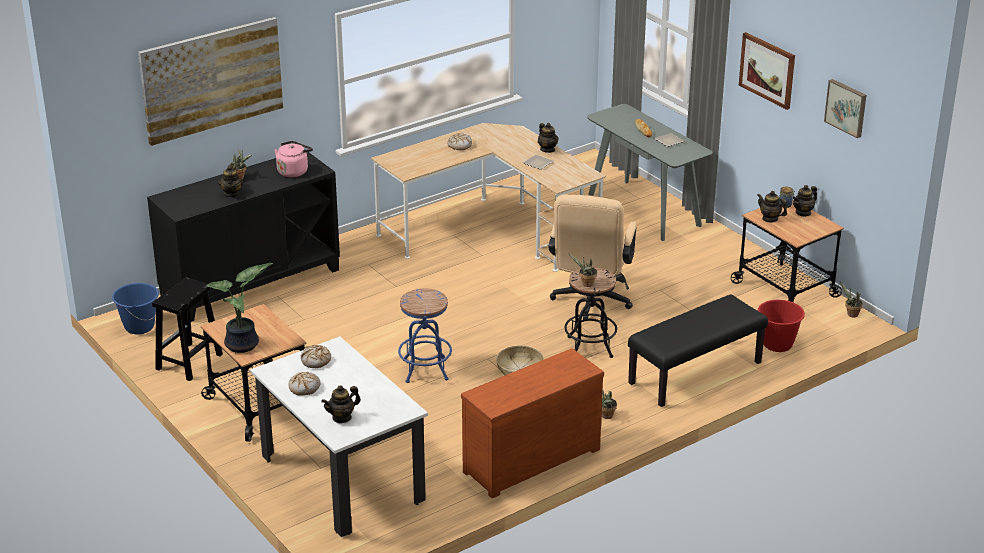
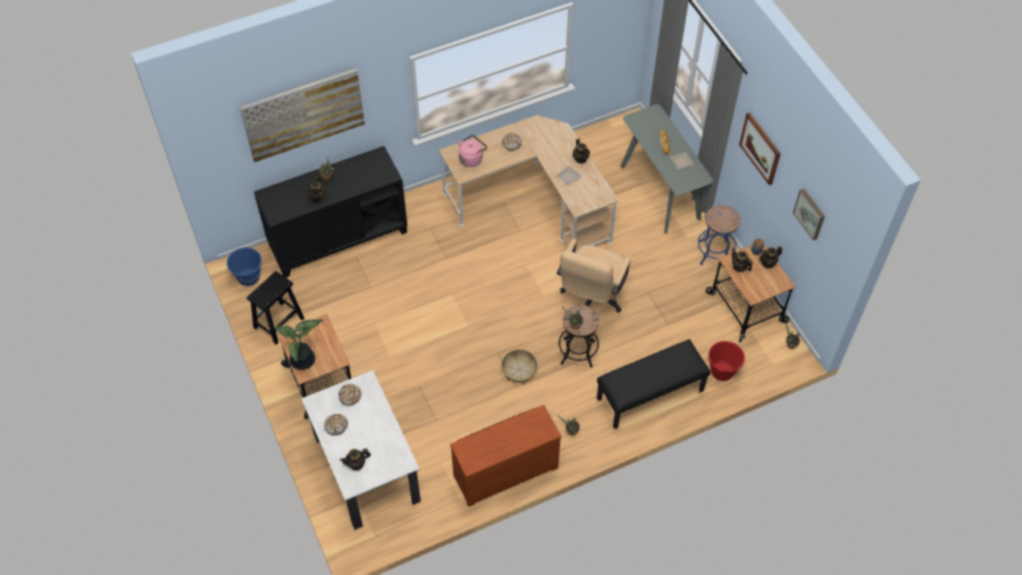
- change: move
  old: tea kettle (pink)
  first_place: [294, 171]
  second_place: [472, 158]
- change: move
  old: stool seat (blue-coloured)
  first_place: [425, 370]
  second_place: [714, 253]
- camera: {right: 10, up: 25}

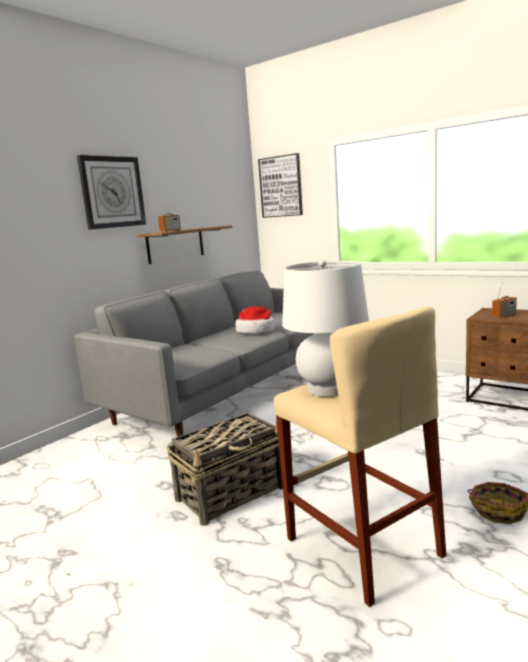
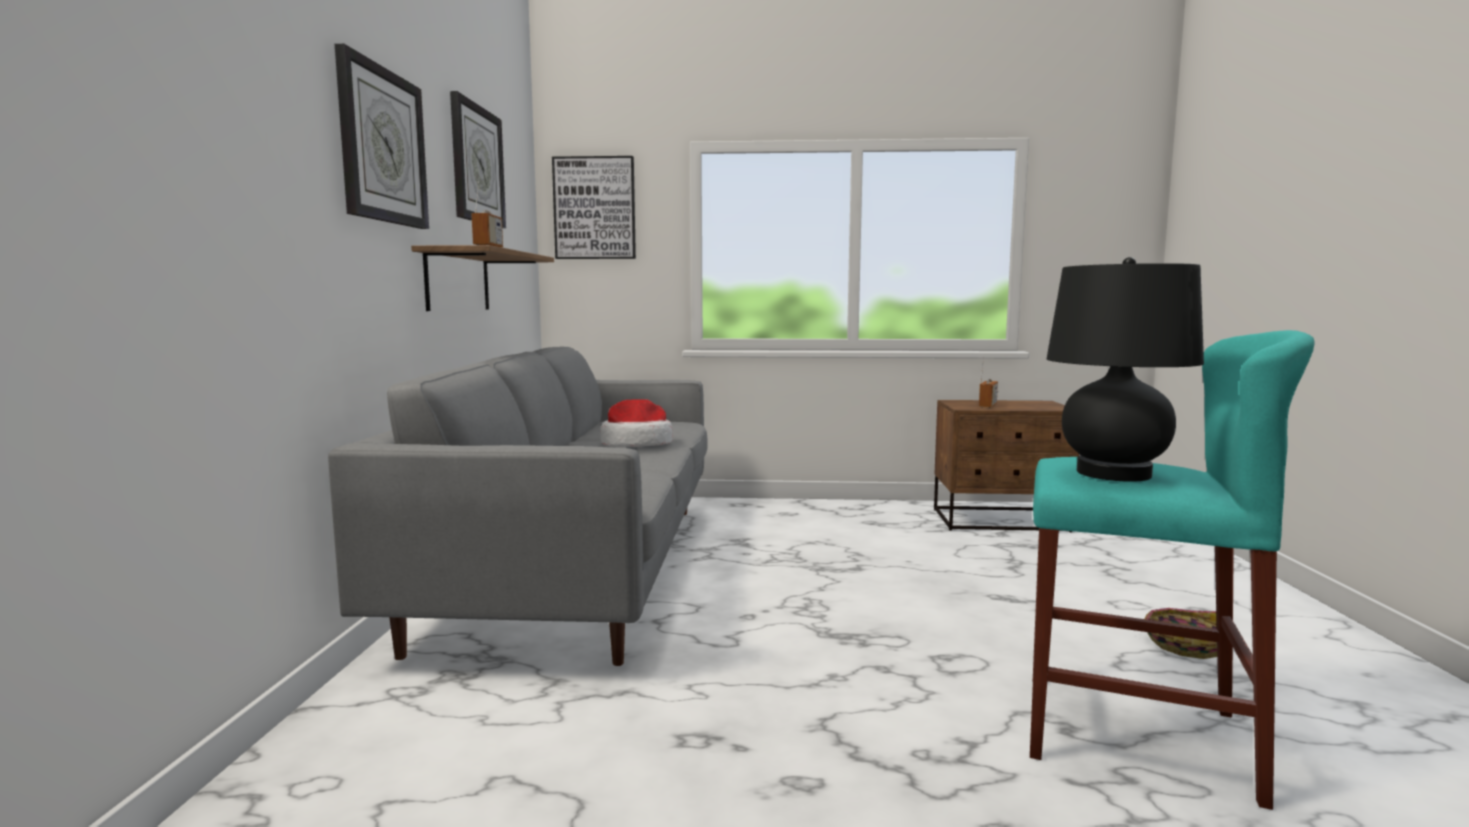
- change: delete
  old: basket
  first_place: [232, 493]
- change: recolor
  old: stool seat (sand-coloured)
  new: stool seat (blue-green)
  first_place: [362, 547]
  second_place: [1133, 734]
- change: recolor
  old: tabletop lamp (white-coloured)
  new: tabletop lamp (black-coloured)
  first_place: [328, 389]
  second_place: [1113, 473]
- change: insert
  new: hanging clock
  second_place: [477, 165]
- camera: {right: -35, up: -5}

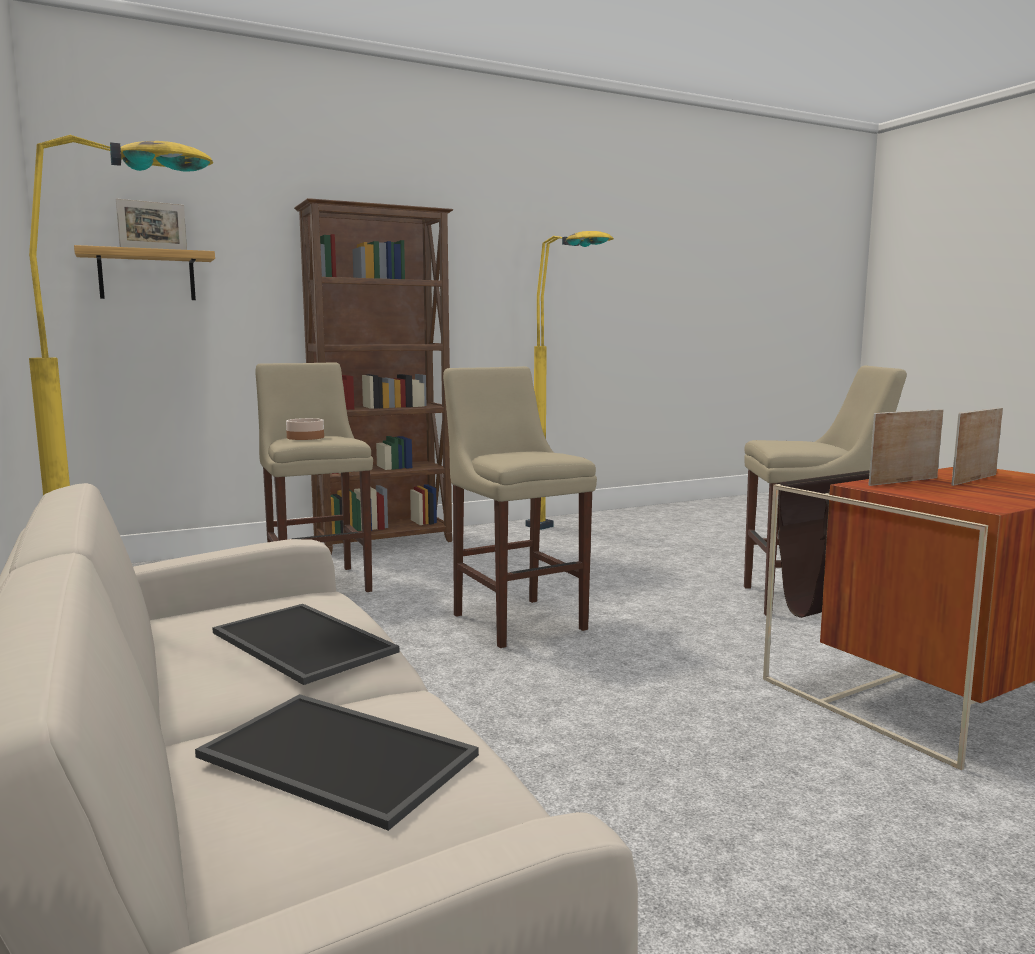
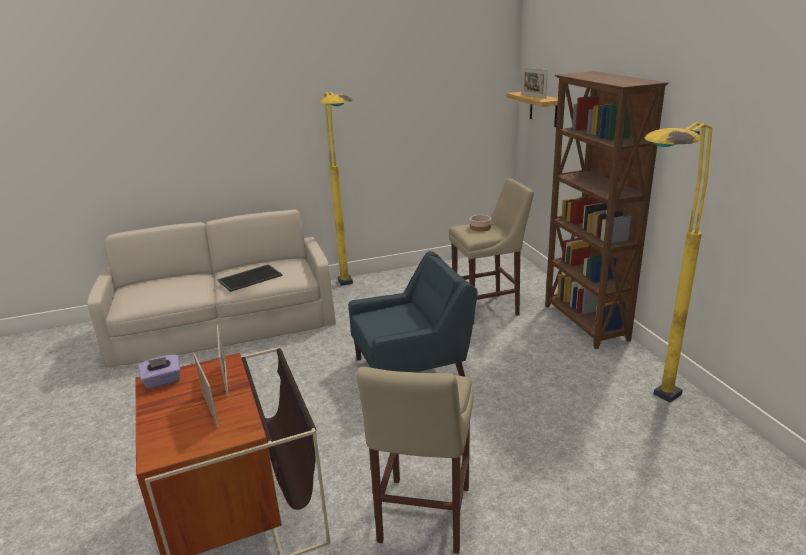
- change: delete
  old: serving tray
  first_place: [342, 755]
- change: replace
  old: stool seat (sand-coloured)
  new: armchair (blue-coloured)
  first_place: [516, 619]
  second_place: [412, 369]
- change: insert
  new: tissue holder (purplish)
  second_place: [163, 381]
- camera: {right: 100, up: 15}

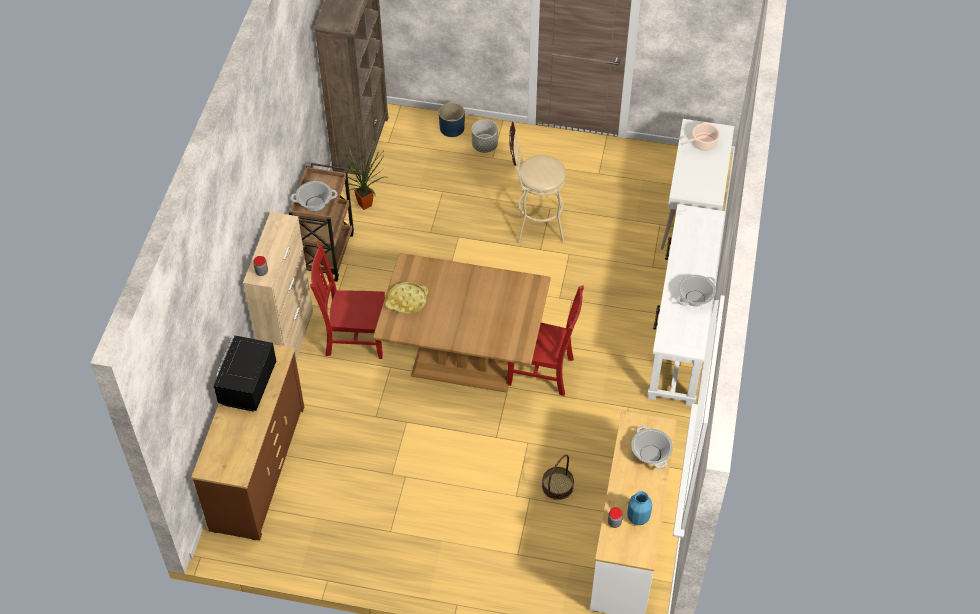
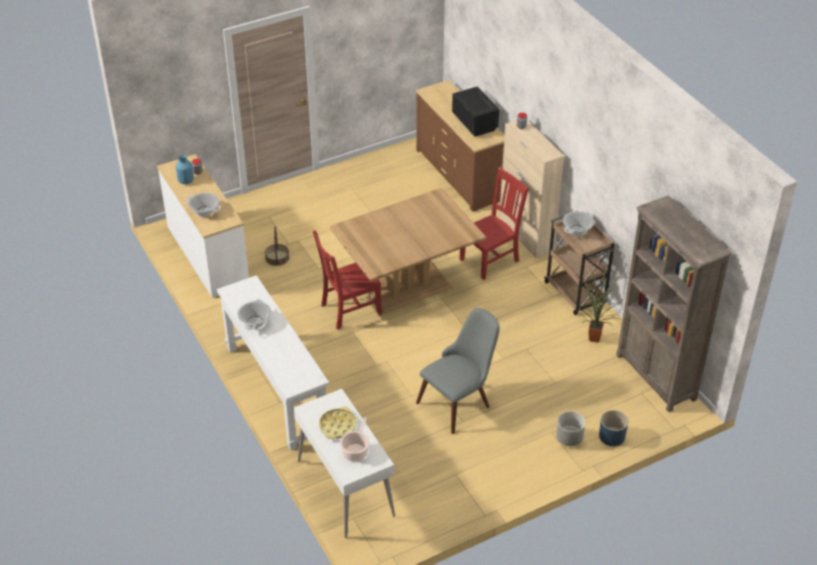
- change: move
  old: serving tray (yellow-coloured)
  first_place: [407, 301]
  second_place: [337, 426]
- change: replace
  old: stool seat (sand-coloured)
  new: upright chair (gray)
  first_place: [534, 225]
  second_place: [459, 400]
- camera: {right: 140, up: -10}

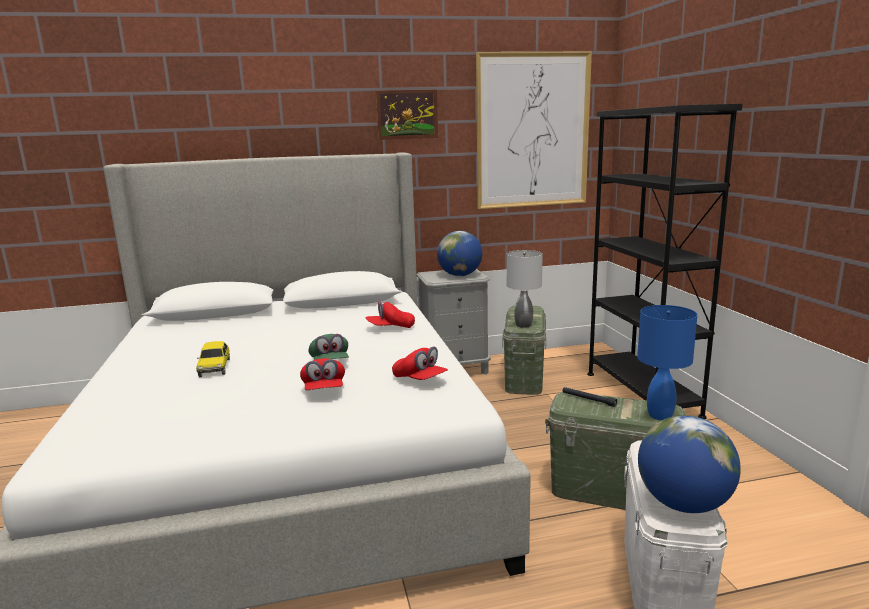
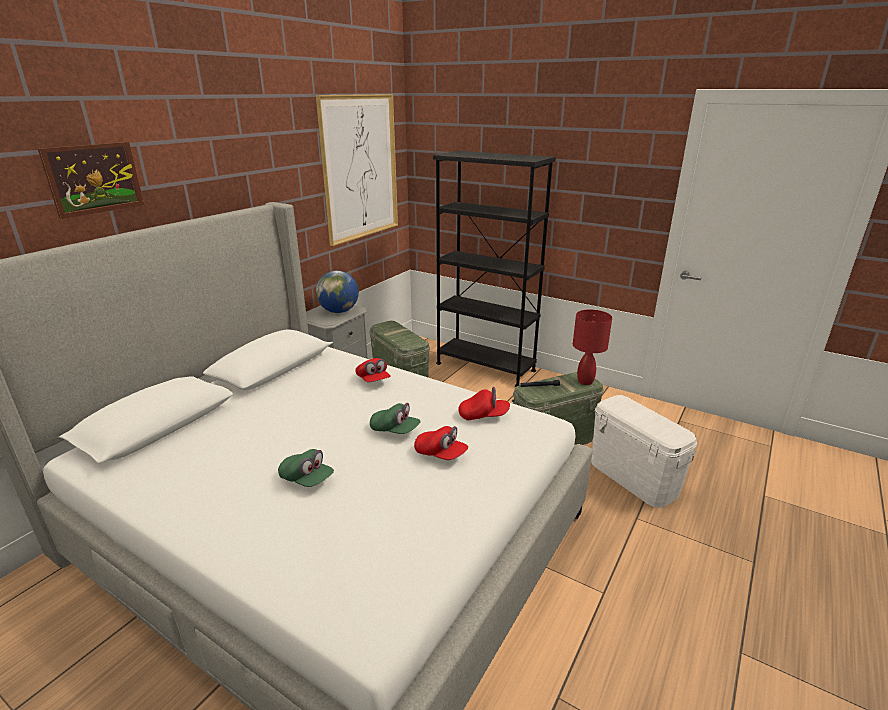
- change: replace
  old: model car
  new: peaked cap (green)
  first_place: [215, 367]
  second_place: [307, 479]
- change: rotate
  old: peaked cap (reddish)
  first_place: [390, 328]
  second_place: [373, 380]
  degrees: -60
- change: move
  old: picture
  first_place: [407, 114]
  second_place: [94, 179]
- change: delete
  old: tabletop lamp (gray)
  first_place: [523, 325]
- change: recolor
  old: tabletop lamp (blue-coloured)
  new: tabletop lamp (reddish)
  first_place: [661, 415]
  second_place: [585, 381]
- change: delete
  old: desk globe
  first_place: [683, 504]
- camera: {right: -45, up: 10}

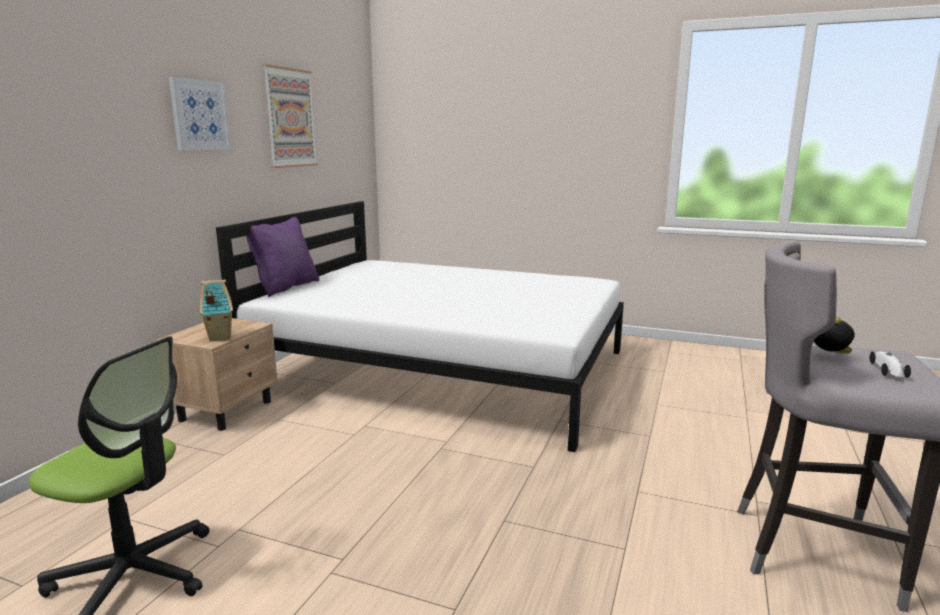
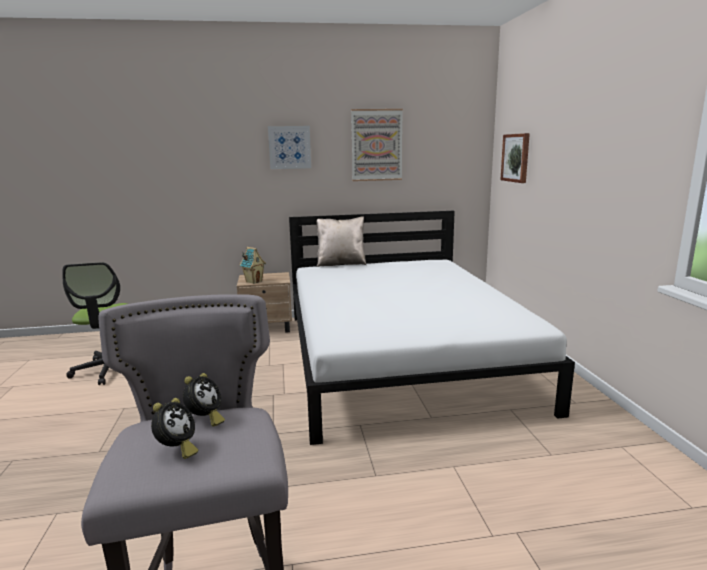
- change: recolor
  old: cushion (purplish)
  new: cushion (sand-coloured)
  first_place: [285, 287]
  second_place: [341, 264]
- change: replace
  old: model car
  new: table clock
  first_place: [886, 369]
  second_place: [177, 450]
- change: insert
  new: picture
  second_place: [516, 158]
- camera: {right: 60, up: 0}

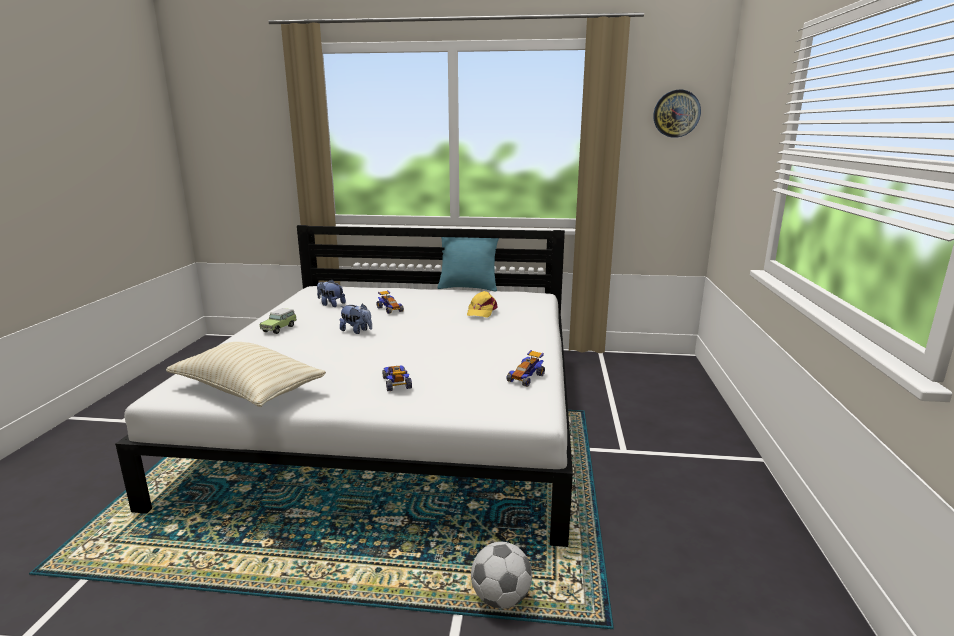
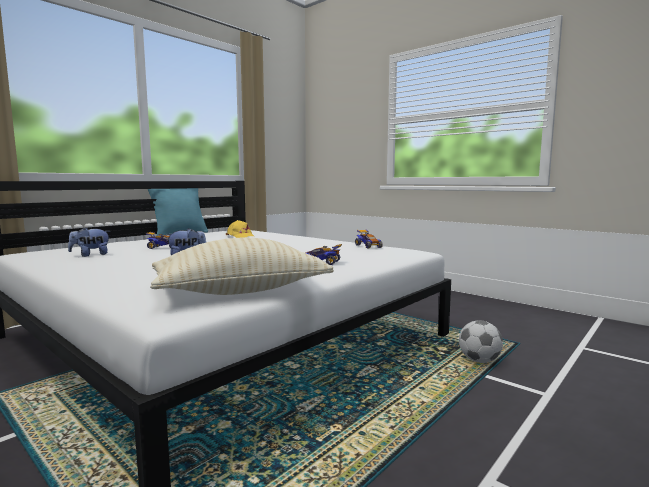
- change: delete
  old: model car
  first_place: [280, 328]
- change: delete
  old: hanging clock
  first_place: [676, 113]
- camera: {right: -55, up: -10}

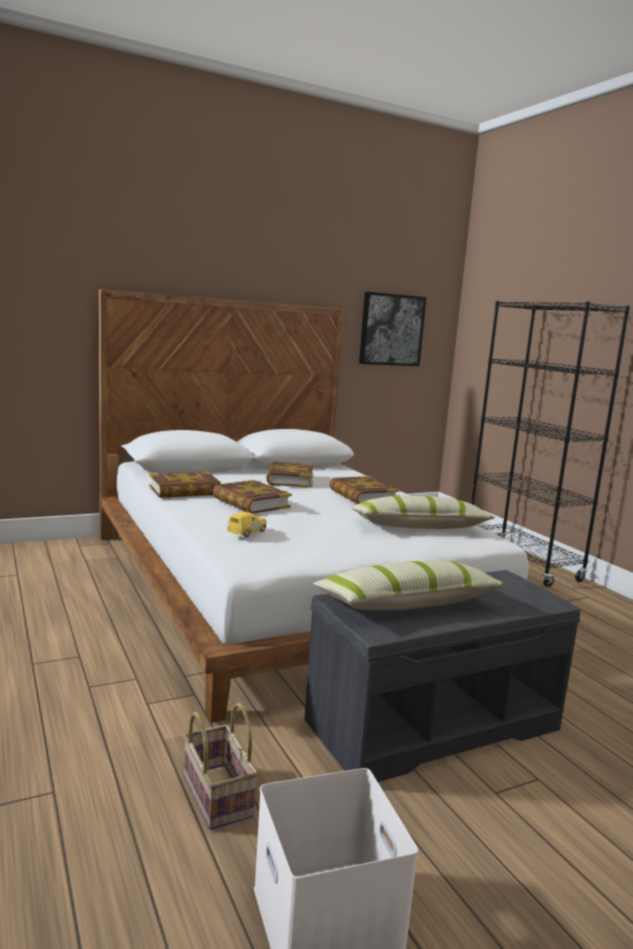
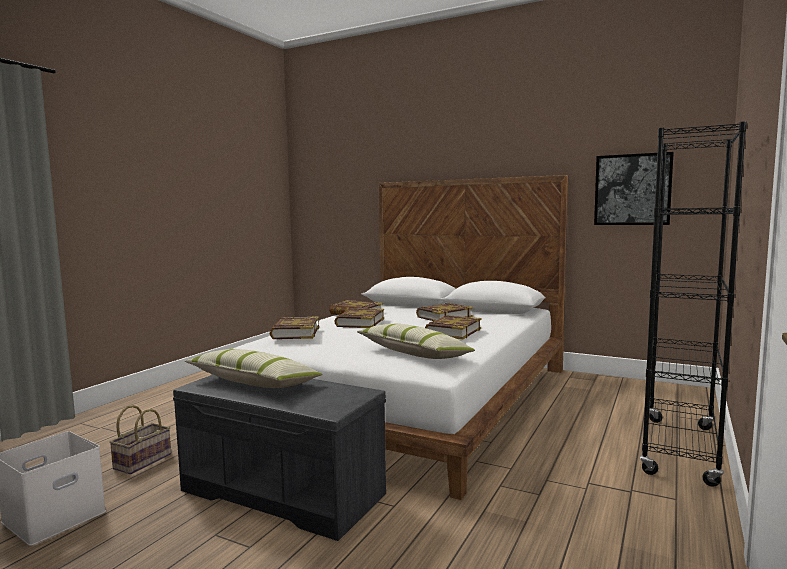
- change: replace
  old: model car (yellow-coloured)
  new: book
  first_place: [247, 532]
  second_place: [295, 333]
- camera: {right: 55, up: -5}

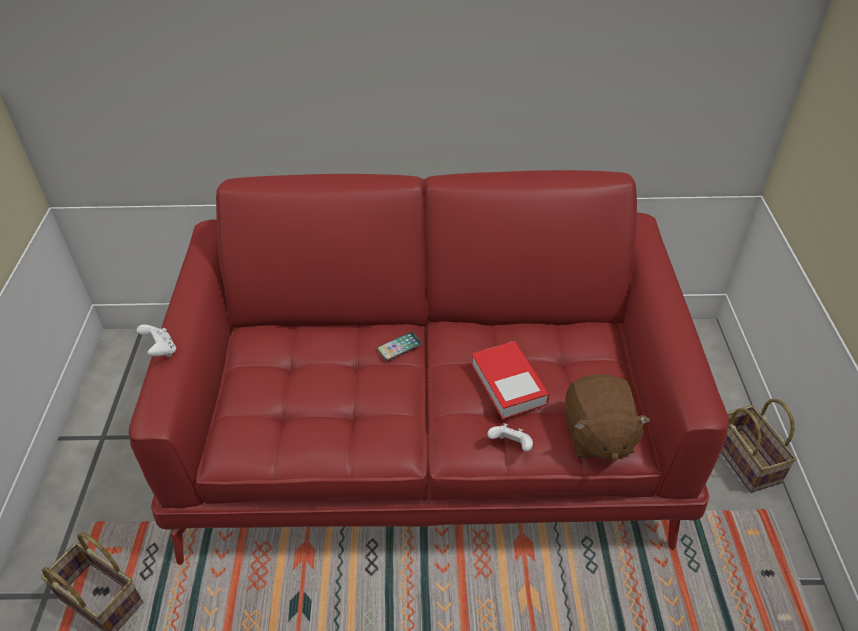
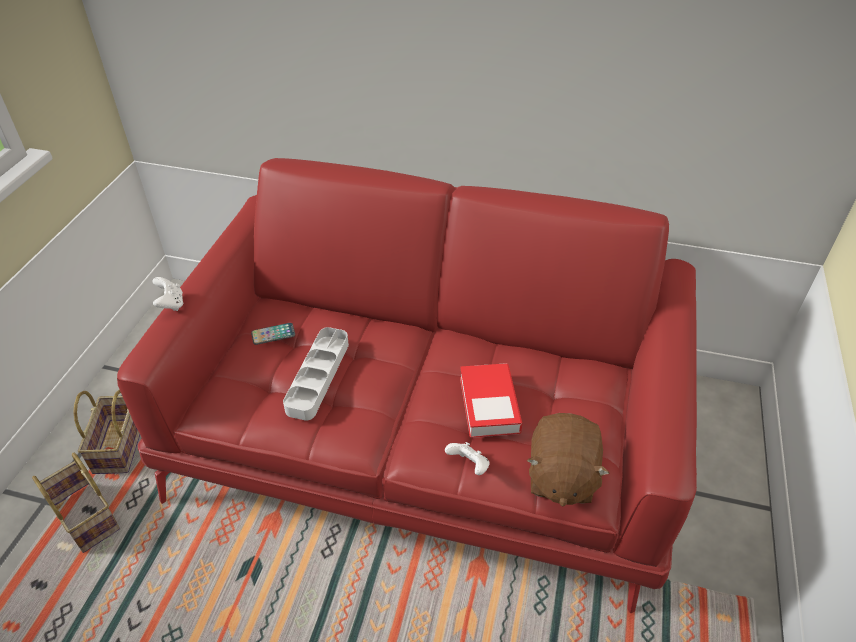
- change: move
  old: handset
  first_place: [399, 347]
  second_place: [273, 334]
- change: move
  old: basket
  first_place: [748, 462]
  second_place: [120, 448]
- change: insert
  new: serving tray (gray)
  second_place: [318, 376]
- camera: {right: 15, up: 0}

